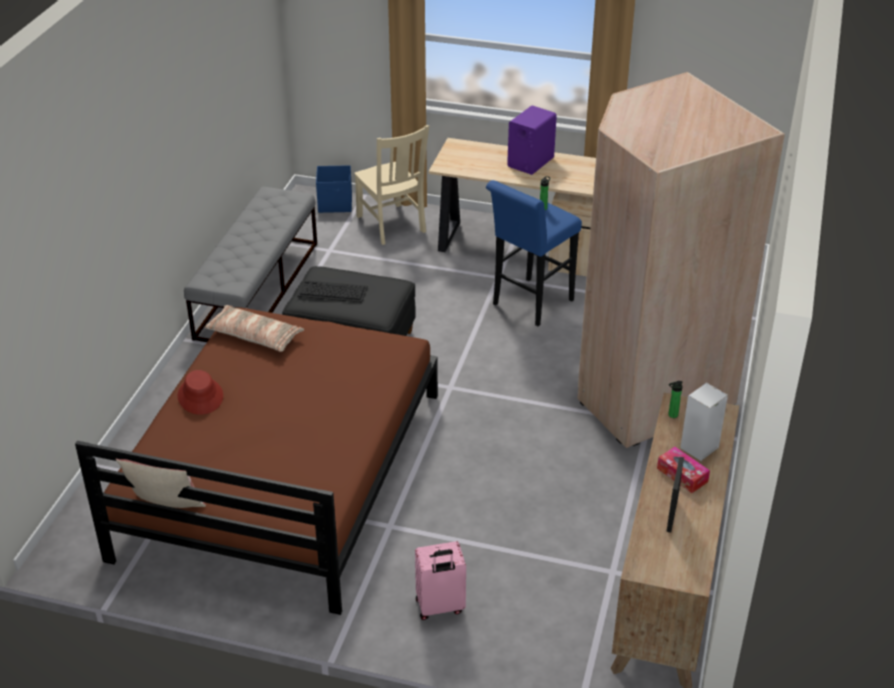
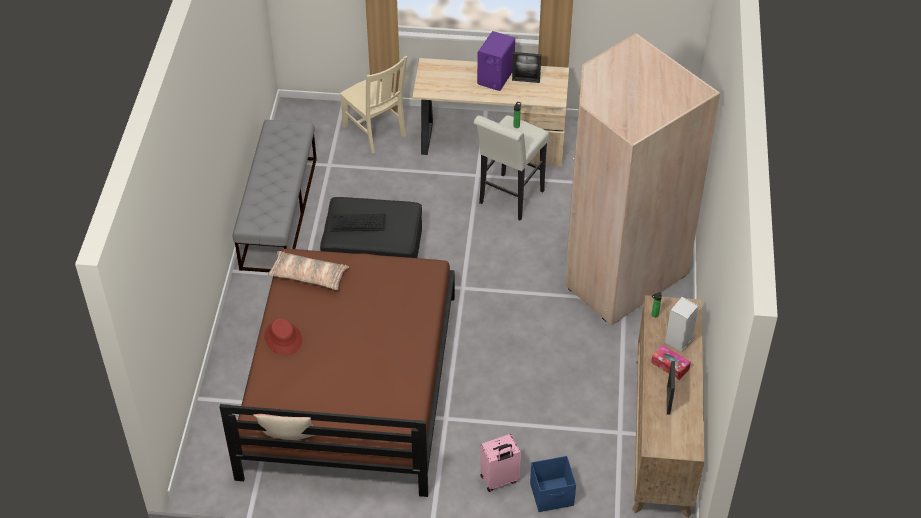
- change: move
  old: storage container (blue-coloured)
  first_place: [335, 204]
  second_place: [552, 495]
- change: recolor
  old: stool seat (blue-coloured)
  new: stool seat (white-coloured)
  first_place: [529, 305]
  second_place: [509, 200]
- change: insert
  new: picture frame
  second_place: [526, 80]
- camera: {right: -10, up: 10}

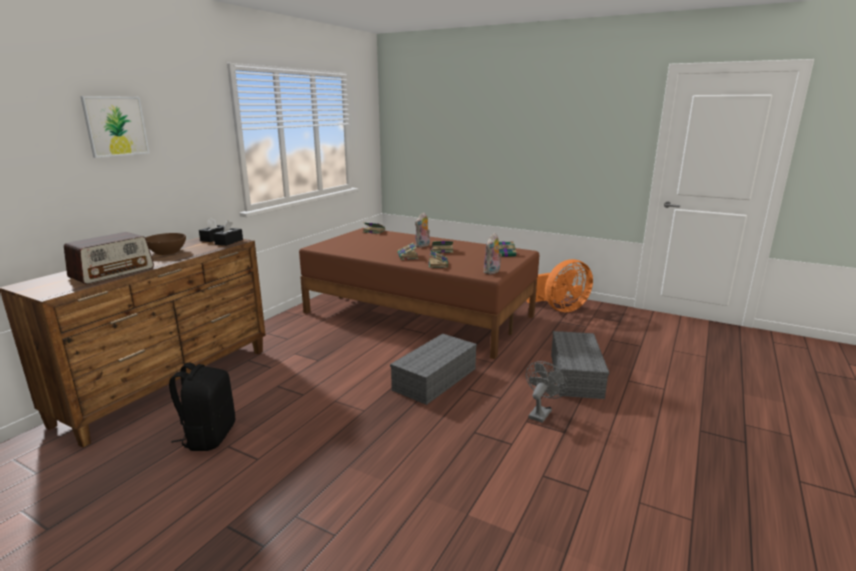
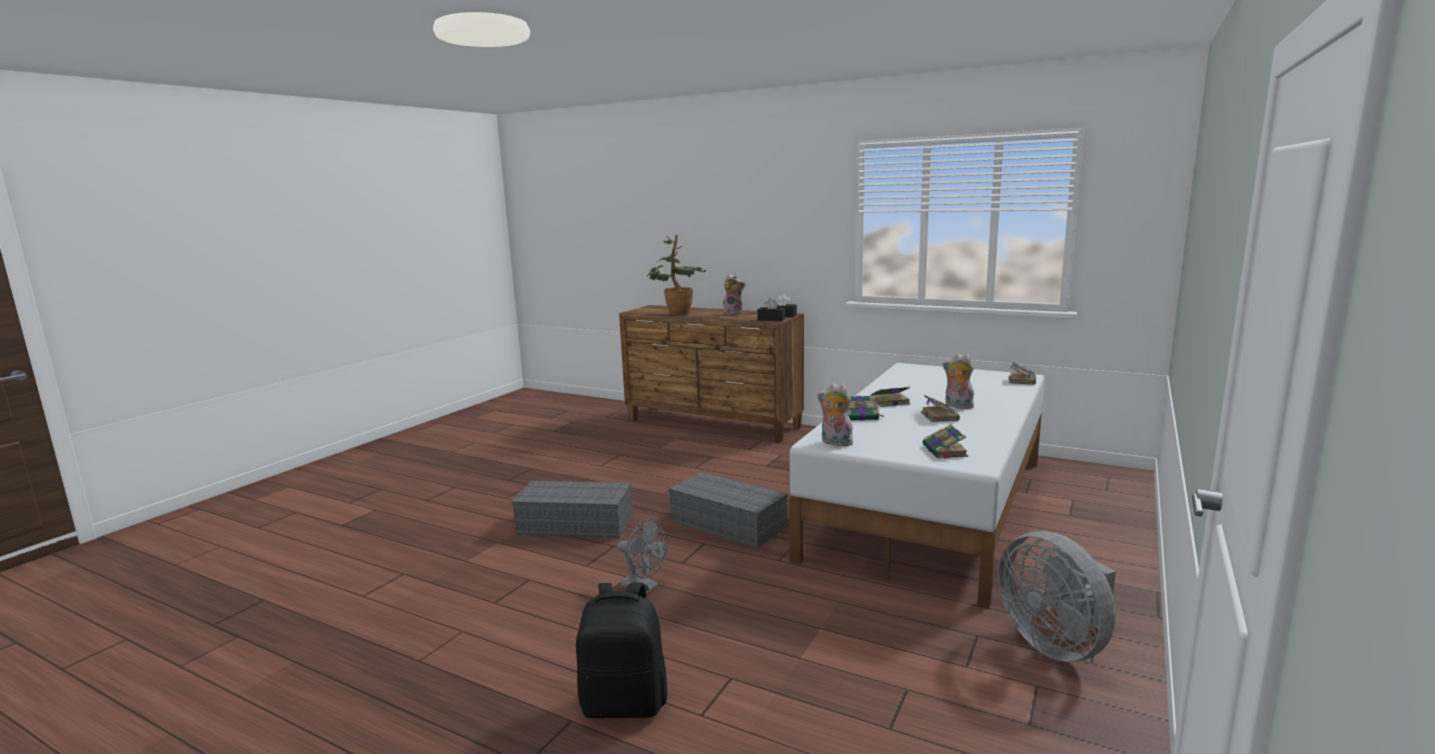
- change: replace
  old: radio receiver
  new: potted plant
  first_place: [113, 272]
  second_place: [676, 313]
- change: delete
  old: picture
  first_place: [116, 126]
- change: replace
  old: serving bowl (brownish)
  new: cuddly toy
  first_place: [167, 252]
  second_place: [733, 313]
- change: move
  old: knapsack (black-coloured)
  first_place: [209, 436]
  second_place: [625, 703]
- change: recolor
  old: bedroom bed (brownish)
  new: bedroom bed (white-coloured)
  first_place: [418, 314]
  second_place: [932, 507]
- change: recolor
  old: cooling fan (orange-coloured)
  new: cooling fan (gray)
  first_place: [560, 309]
  second_place: [1055, 643]
- change: move
  old: storage container (gray)
  first_place: [574, 374]
  second_place: [577, 524]
- camera: {right: 90, up: -5}

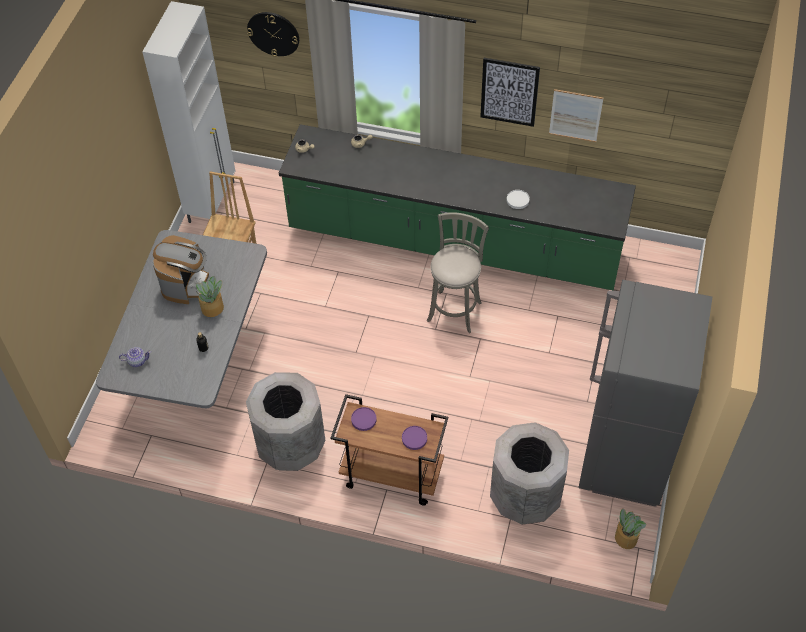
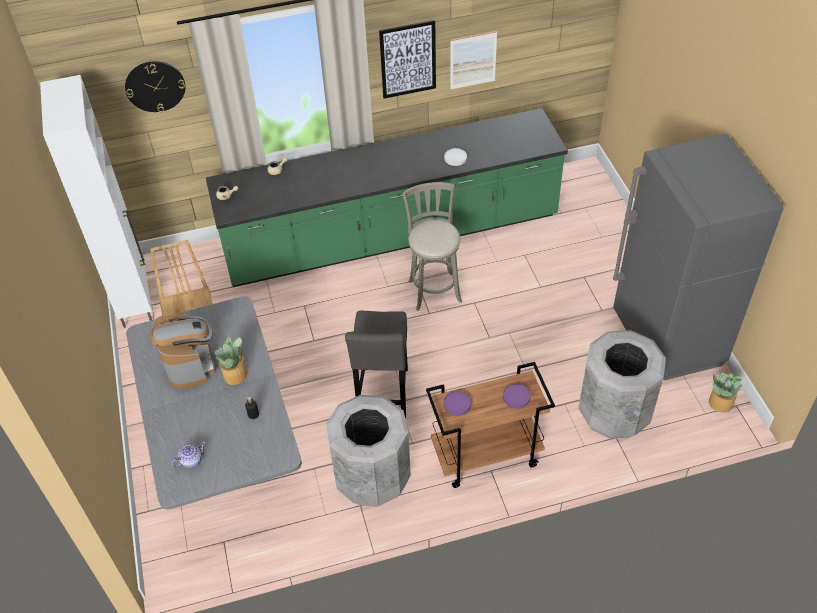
- change: insert
  new: stool seat (gray)
  second_place: [383, 395]
- camera: {right: -30, up: -5}

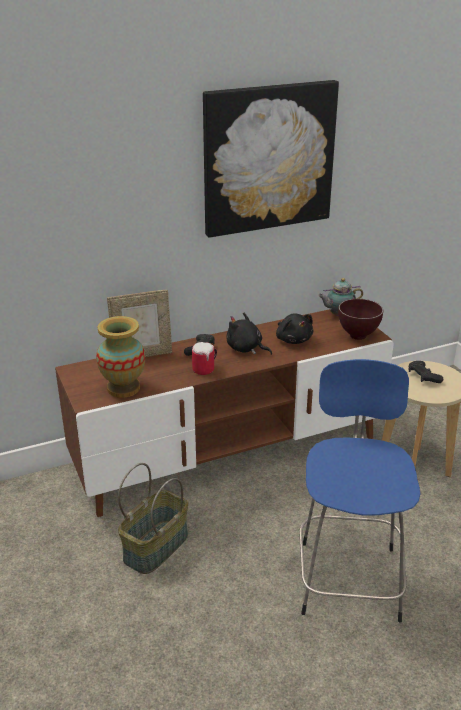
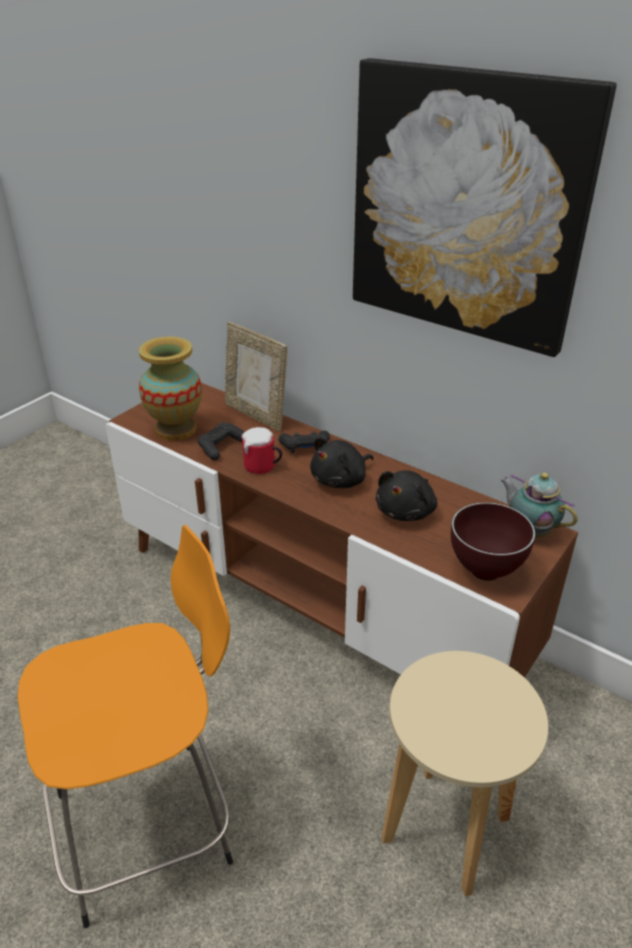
- change: delete
  old: basket
  first_place: [155, 546]
- change: rotate
  old: cuddly toy (black-coloured)
  first_place: [246, 348]
  second_place: [341, 480]
  degrees: -135
- change: recolor
  old: stool seat (blue-coloured)
  new: stool seat (orange-coloured)
  first_place: [349, 576]
  second_place: [150, 825]
- change: move
  old: joypad (black-coloured)
  first_place: [423, 376]
  second_place: [221, 446]
- camera: {right: 60, up: 5}

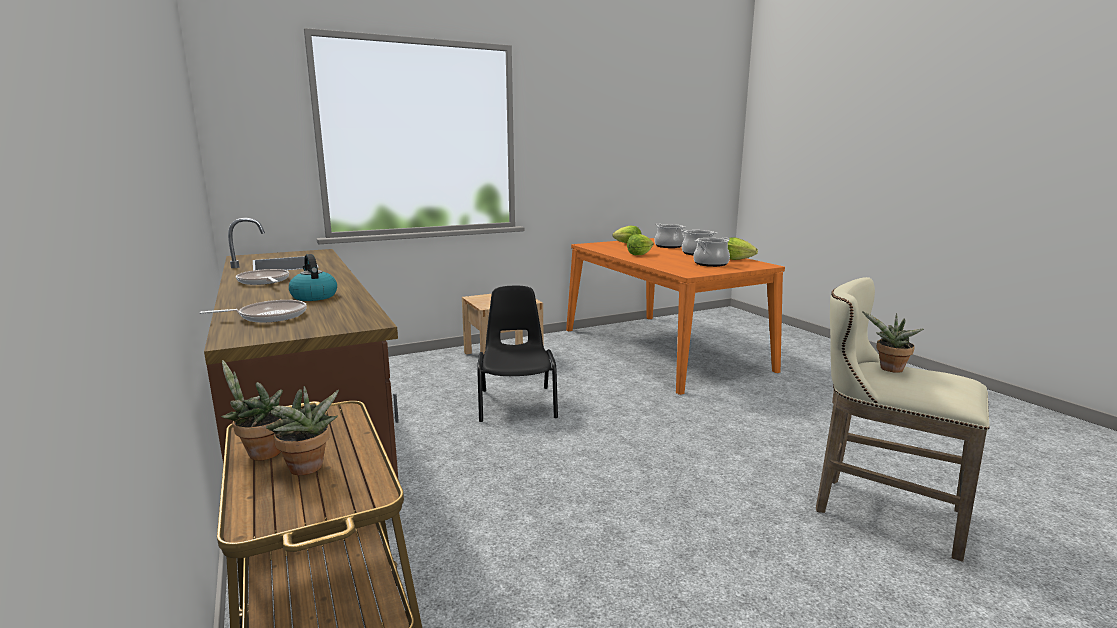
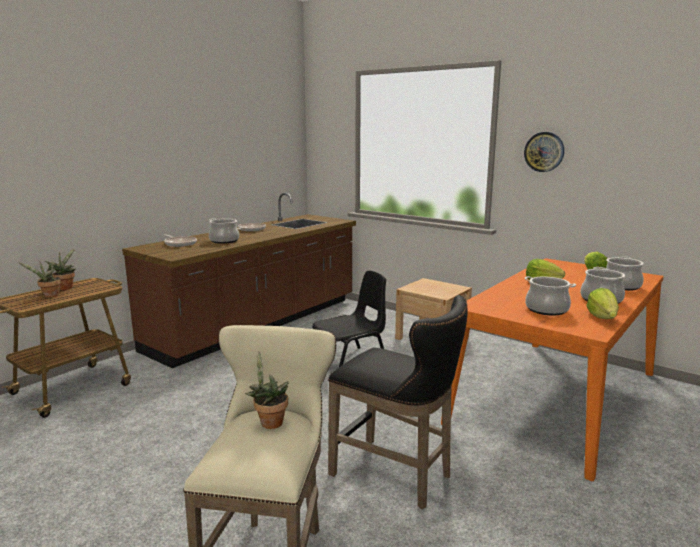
- change: replace
  old: tea kettle
  new: stockpot
  first_place: [313, 296]
  second_place: [224, 241]
- change: insert
  new: stool seat (black-coloured)
  second_place: [397, 476]
- change: insert
  new: hanging clock
  second_place: [544, 152]
- camera: {right: 65, up: 0}

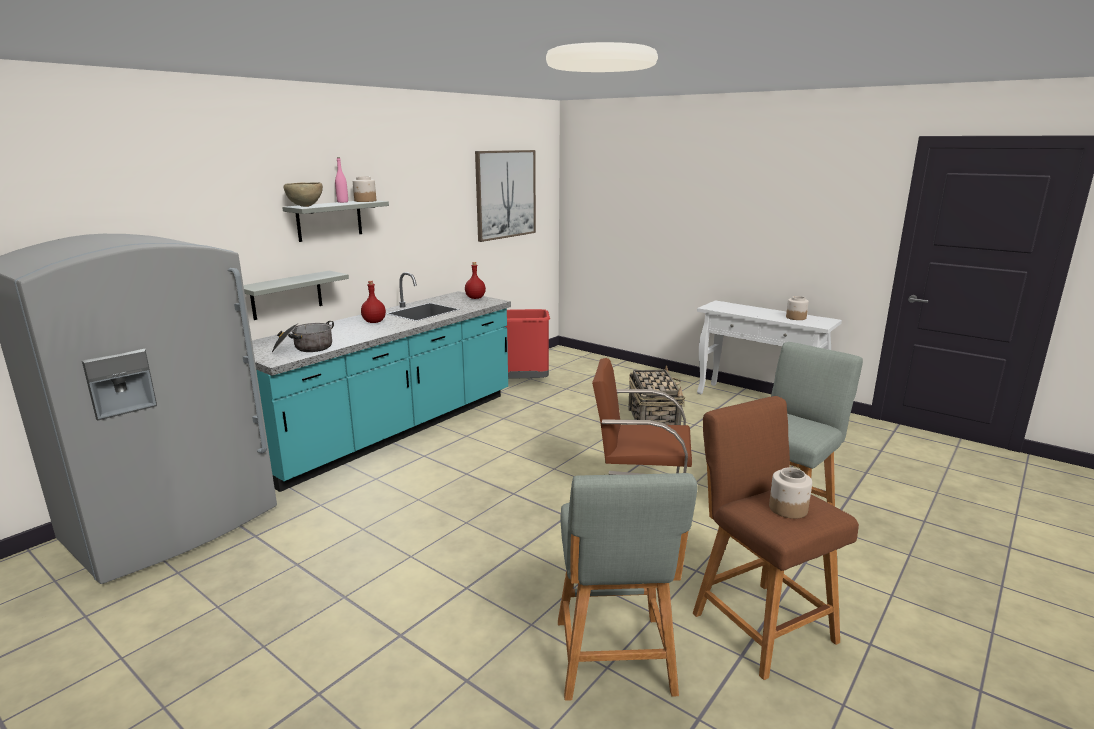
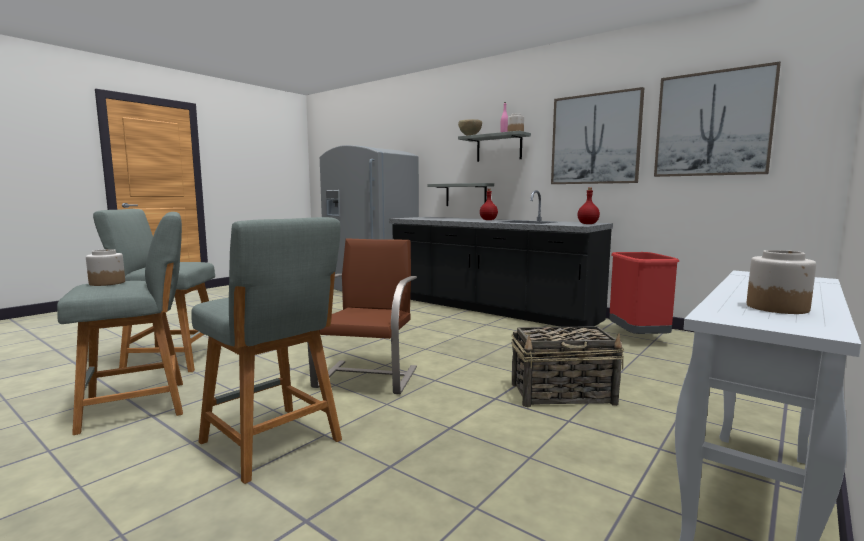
- change: recolor
  old: counter (blue-green)
  new: counter (black-coloured)
  first_place: [392, 430]
  second_place: [489, 308]
- change: delete
  old: stockpot
  first_place: [304, 348]
- change: recolor
  old: stool seat (brownish)
  new: stool seat (gray)
  first_place: [758, 623]
  second_place: [141, 405]
- change: insert
  new: picture
  second_place: [595, 139]
- camera: {right: 90, up: -10}

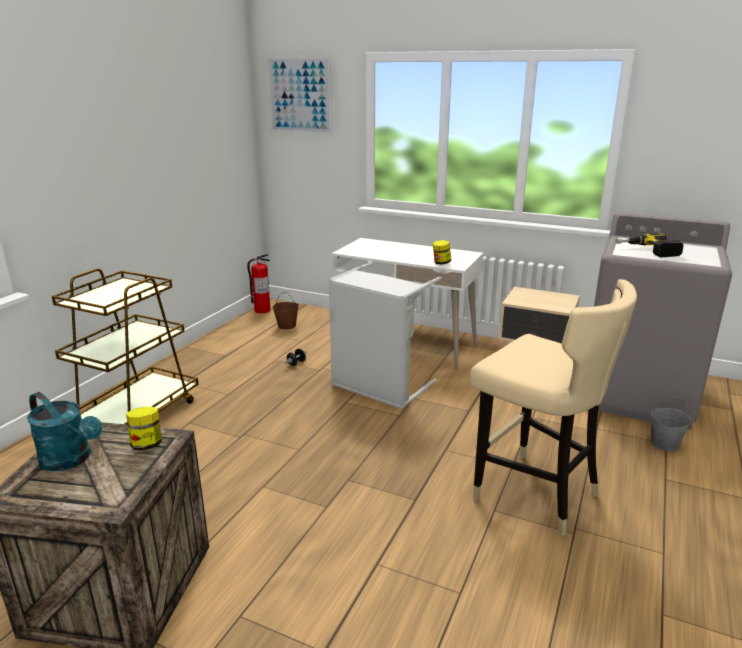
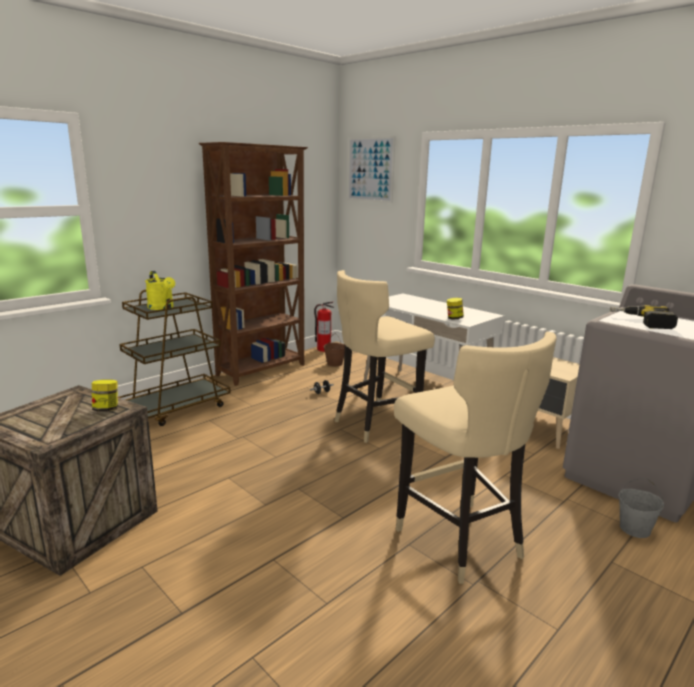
- change: delete
  old: sprinkling can (blue-green)
  first_place: [71, 460]
- change: replace
  old: laundry basket (gray)
  new: stool seat (sand-coloured)
  first_place: [378, 388]
  second_place: [376, 423]
- change: insert
  new: sprinkling can (yellow-coloured)
  second_place: [162, 308]
- change: insert
  new: bookcase (brownish)
  second_place: [262, 370]
- camera: {right: 20, up: -5}

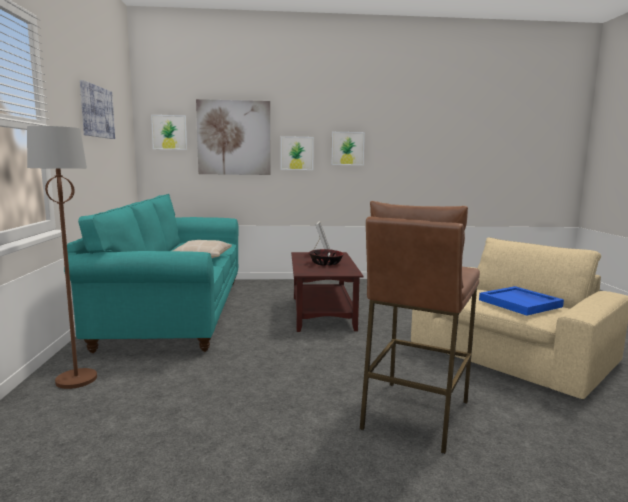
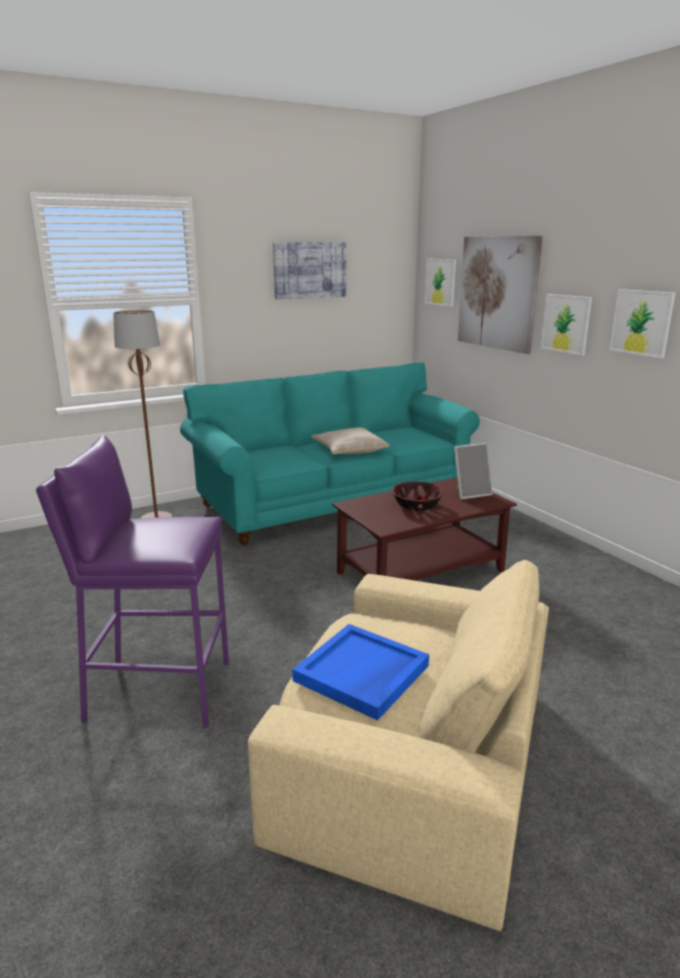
- change: recolor
  old: stool seat (brownish)
  new: stool seat (purplish)
  first_place: [414, 414]
  second_place: [159, 690]
- camera: {right: 65, up: 10}

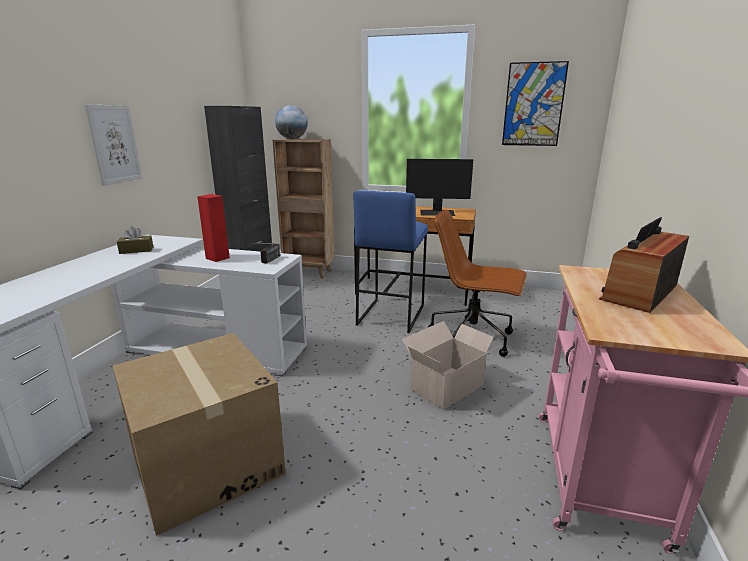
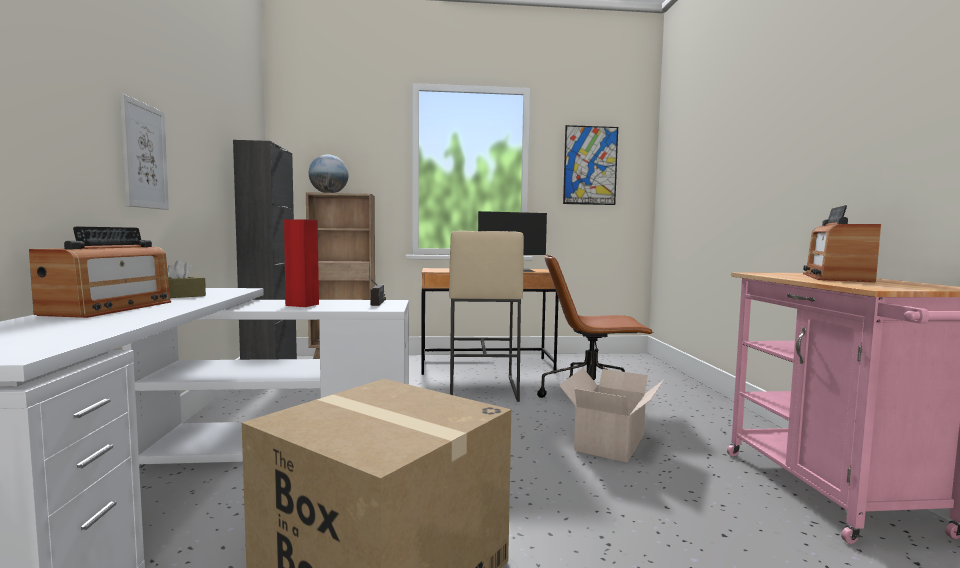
- change: recolor
  old: stool seat (blue-coloured)
  new: stool seat (sand-coloured)
  first_place: [390, 315]
  second_place: [481, 388]
- change: insert
  new: radio receiver
  second_place: [109, 308]
- camera: {right: -20, up: -15}

